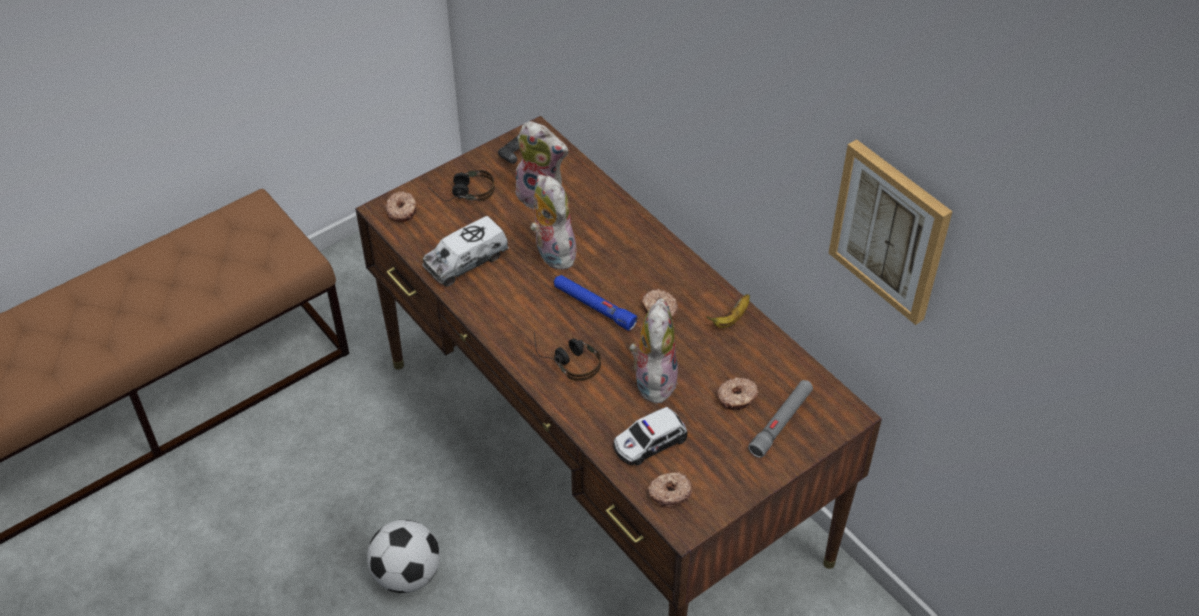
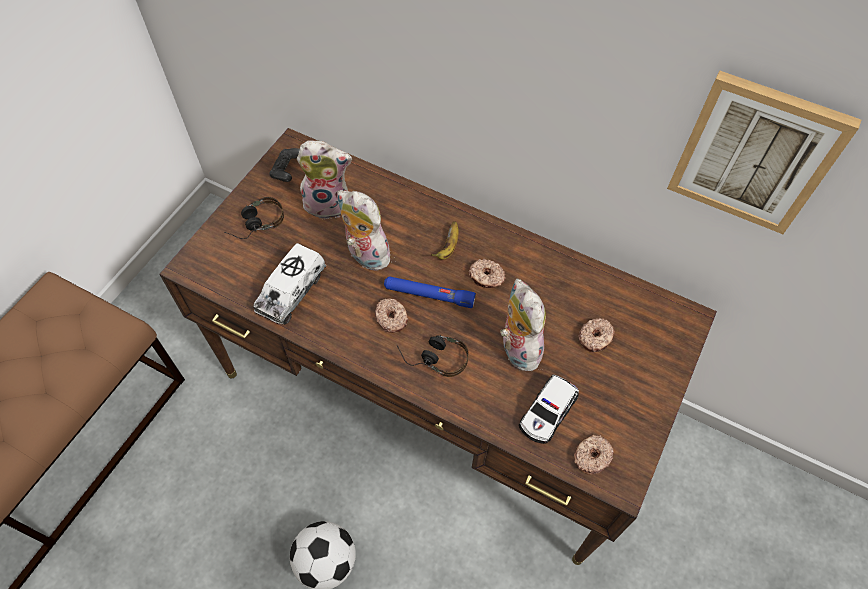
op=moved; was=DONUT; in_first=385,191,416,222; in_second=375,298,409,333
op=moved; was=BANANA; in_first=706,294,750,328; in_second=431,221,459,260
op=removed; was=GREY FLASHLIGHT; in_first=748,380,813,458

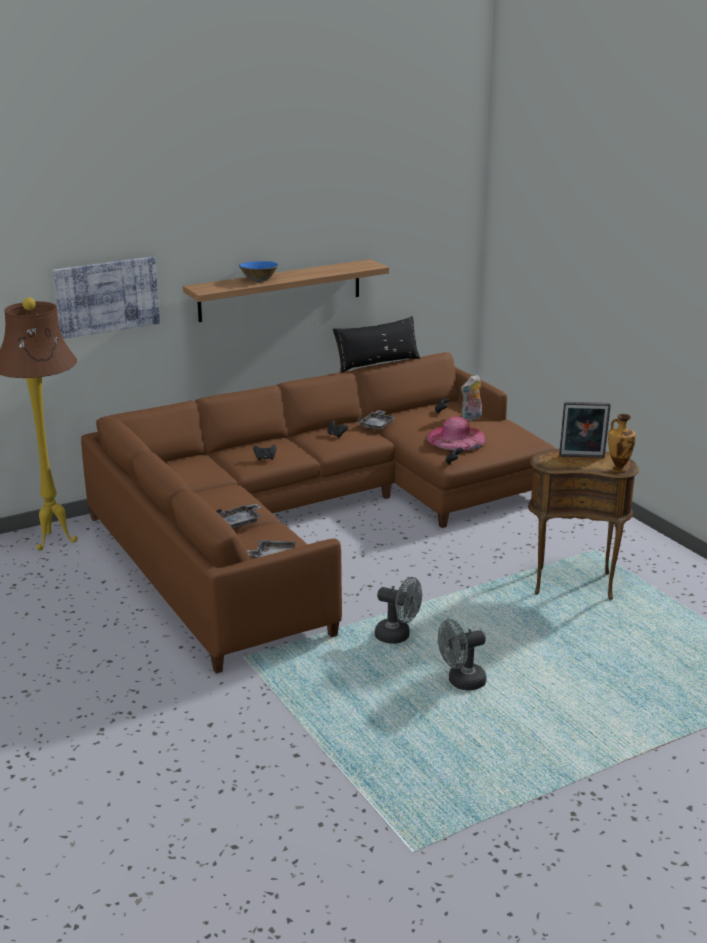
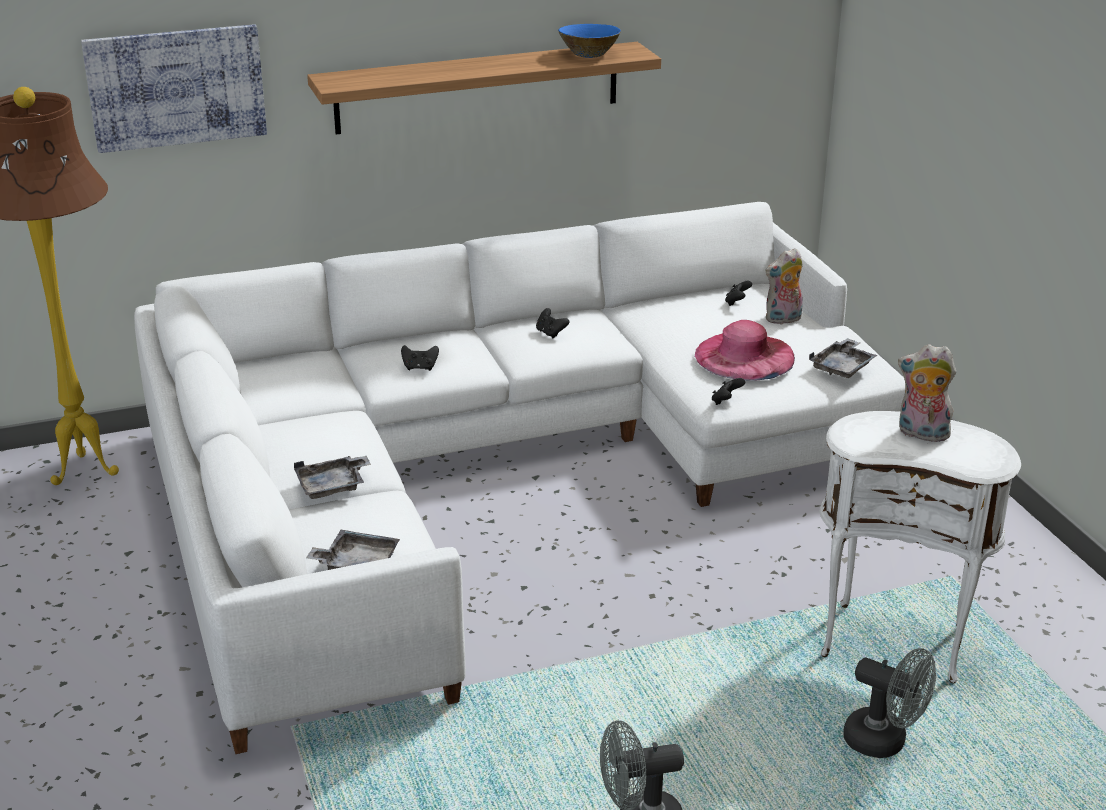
op=recoloured; was=BROWN SOFA; now=WHITE SOFA; in_first=81,352,555,674; in_second=134,202,905,754
op=moved; was=BLUE BOWL; in_first=239,261,278,282; in_second=558,24,621,58
op=removed; was=BLACK PILLOW; in_first=333,316,420,373
op=moved; was=GREY TRAY; in_first=358,410,395,430; in_second=809,338,877,378
op=moved; was=GREY FAN; in_first=375,577,422,644; in_second=843,648,936,758
op=recoloured; was=BROWN SIDE TABLE; now=WHITE SIDE TABLE; in_first=528,449,639,600; in_second=819,411,1021,683
op=replaced; was=PICTURE FRAME; now=PLUSH TOY; in_first=559,402,611,458; in_second=898,344,956,442
op=removed; was=VASE; in_first=608,414,636,472

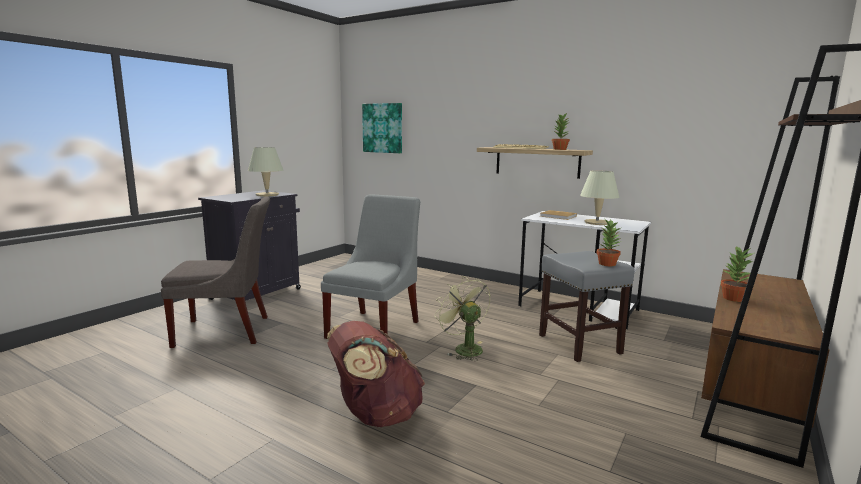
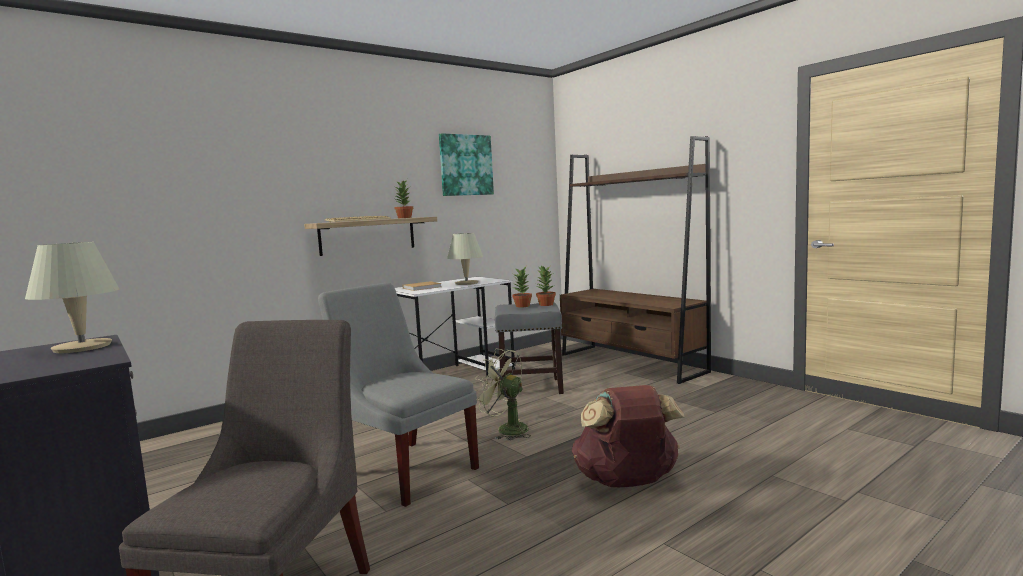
op=moved; was=PICTURE; in_first=362,103,402,153; in_second=439,133,494,196
op=turned; was=GREEN FAN; in_first=434,276,491,361; in_second=475,349,531,440; clockwise=45
op=moved; was=POTTED PLANT; in_first=721,247,754,302; in_second=512,267,532,308

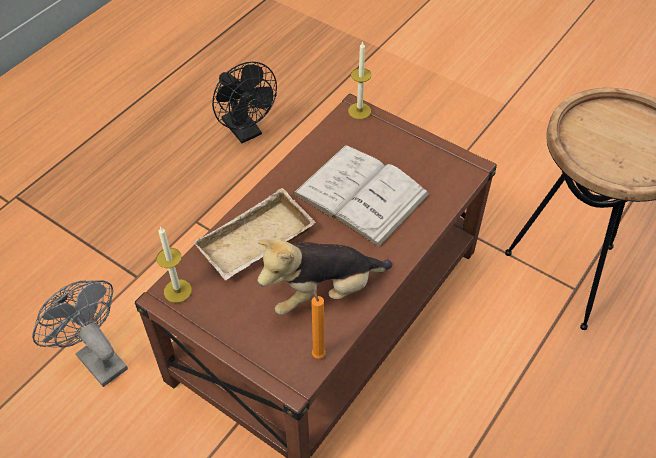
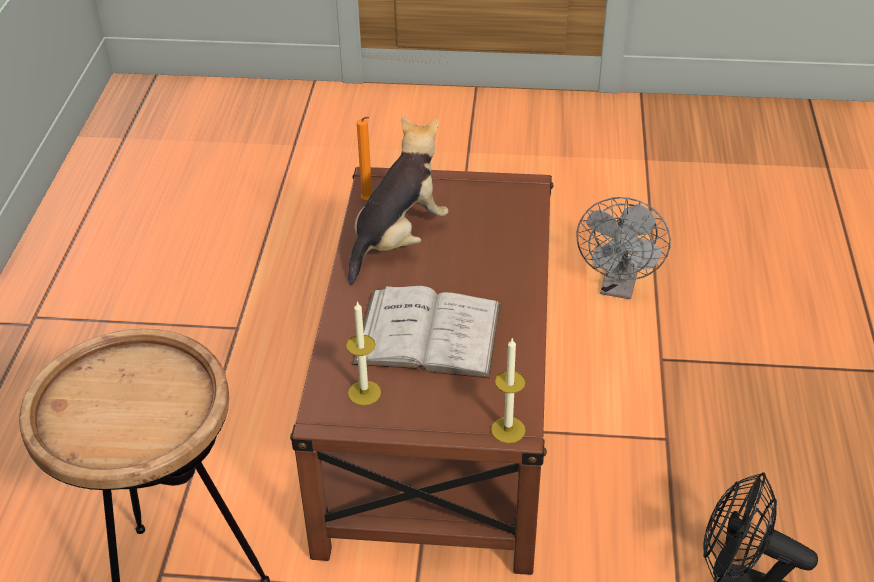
op=turned; was=GREY FAN; in_first=32,280,128,387; in_second=576,197,671,299; clockwise=90
op=moved; was=CANDLE; in_first=156,226,192,303; in_second=346,301,381,405
op=removed; was=BEIGE TRAY; in_first=193,188,316,280

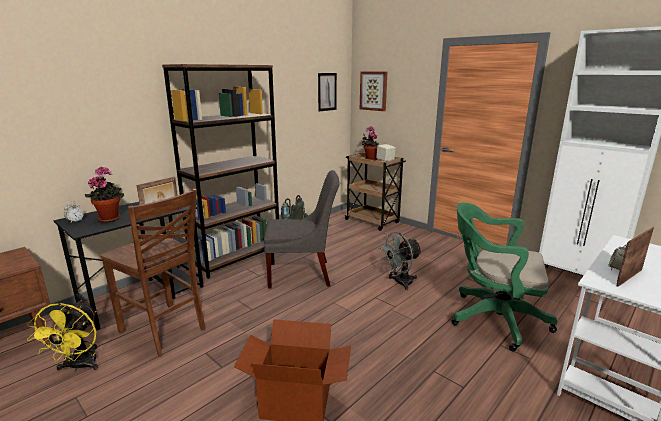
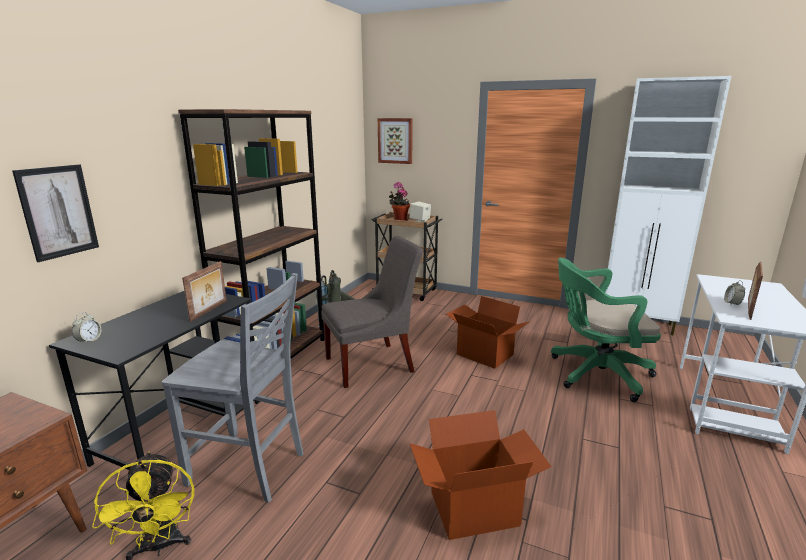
op=removed; was=POTTED PLANT; in_first=85,167,124,222
op=recoloured; was=BROWN CHAIR; now=GREY CHAIR; in_first=100,189,206,357; in_second=162,273,303,503
op=moved; was=PICTURE; in_first=318,73,337,111; in_second=12,164,99,262
op=replaced; was=GREY FAN; now=CARDBOARD BOX; in_first=378,232,422,290; in_second=446,296,529,369

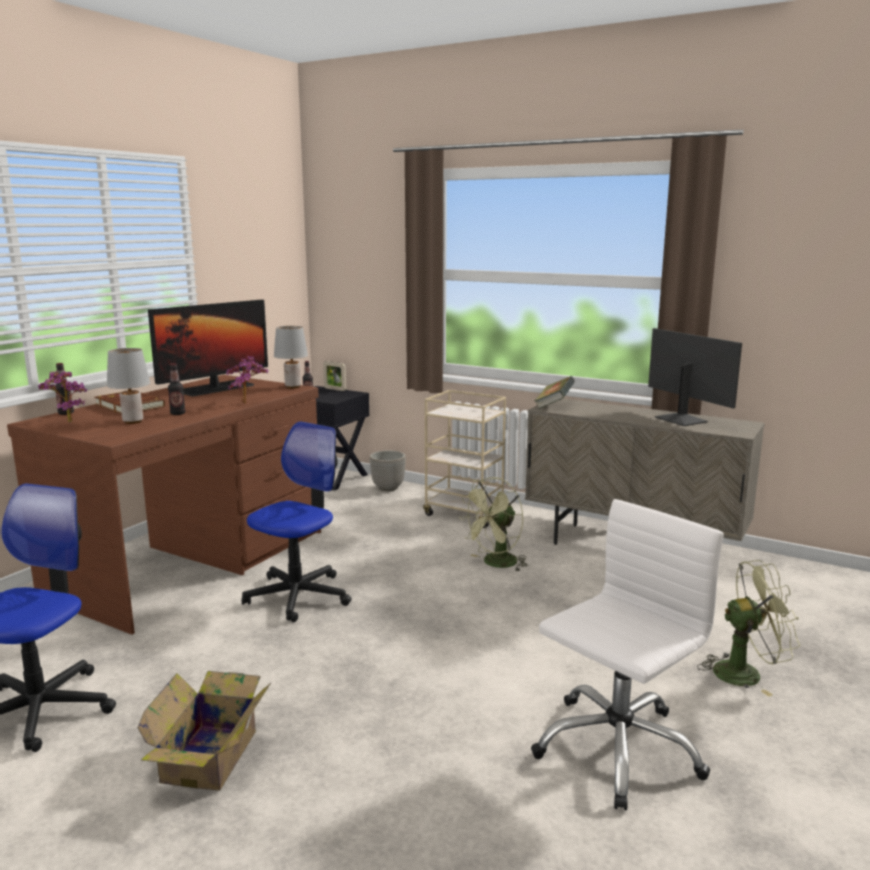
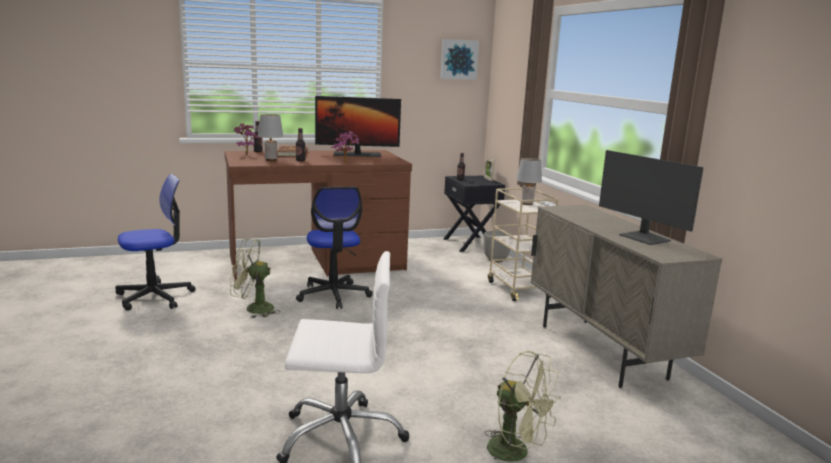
op=removed; was=CARDBOARD BOX; in_first=137,671,272,791
op=turned; was=OFFICE CHAIR; in_first=242,421,351,622; in_second=296,187,373,309; clockwise=90
op=moved; was=GREY TABLE LAMP; in_first=274,326,308,388; in_second=516,158,542,205
op=moved; was=GREEN FAN; in_first=459,477,528,571; in_second=230,239,281,318
op=removed; was=BOOK; in_first=535,376,575,409
op=turned; was=MONITOR; in_first=648,328,742,426; in_second=599,150,704,245; clockwise=135
op=added; now=PICTURE; in_second=440,39,479,80

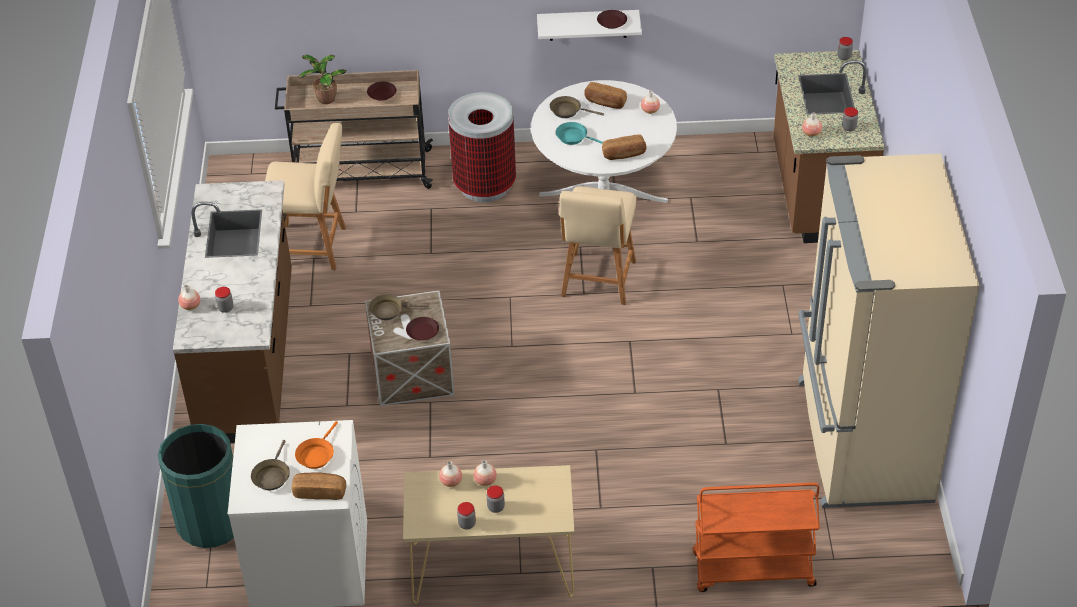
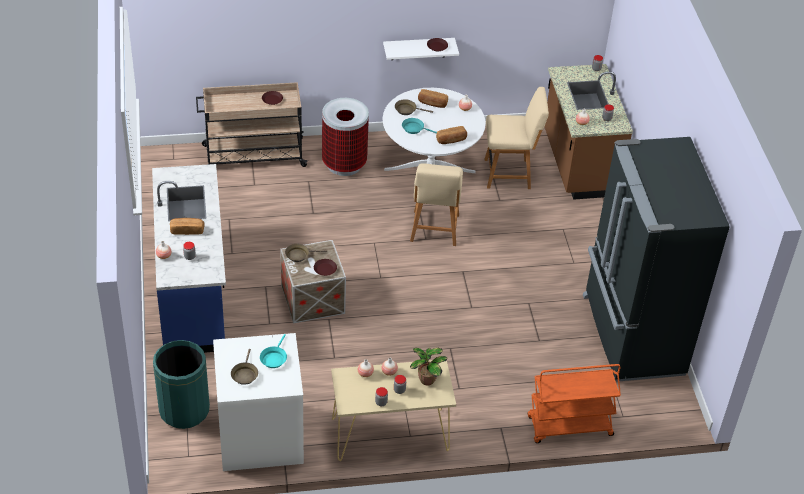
op=recoloured; was=BROWN COUNTER; now=BLUE COUNTER; in_first=173,180,292,443; in_second=152,164,226,353
op=moved; was=BEIGE CHAIR; in_first=265,123,346,270; in_second=484,87,549,189
op=moved; was=BREAD; in_first=292,472,346,500; in_second=170,218,204,235
op=recoloured; was=ORANGE FRYING PAN; now=TURQUOISE FRYING PAN; in_first=295,421,338,469; in_second=260,334,287,368
op=moved; was=POTTED PLANT; in_first=299,55,346,104; in_second=410,348,447,386
op=recoloured; was=BEIGE FRIDGE; now=BLACK FRIDGE; in_first=798,154,980,508; in_second=583,137,730,382

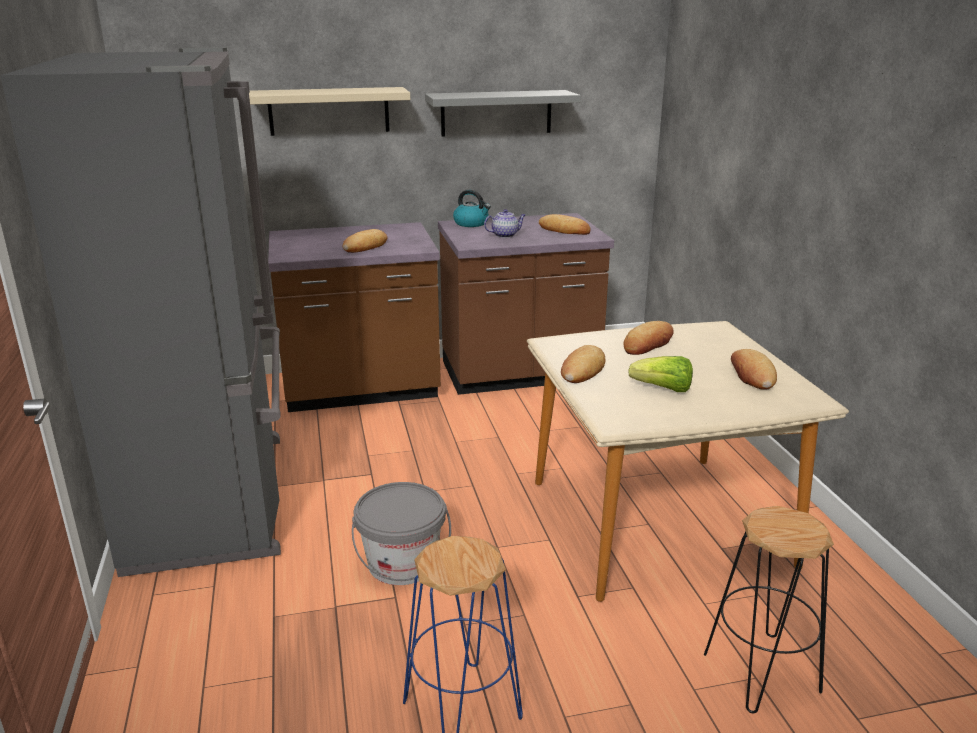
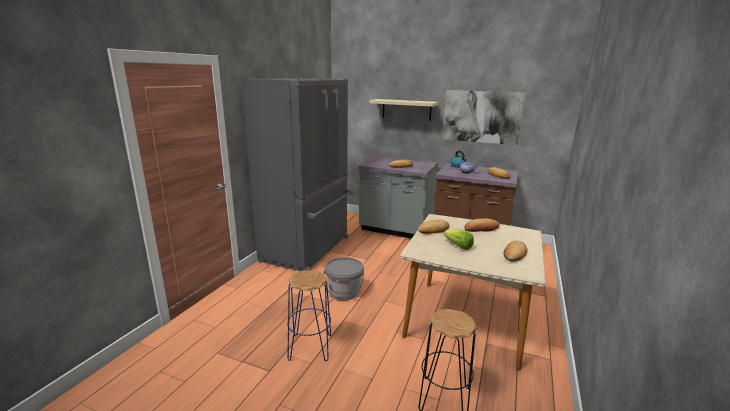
op=recoloured; was=BROWN COUNTER; now=GREY COUNTER; in_first=268,222,441,412; in_second=358,156,438,239
op=replaced; was=GREY SHELF; now=PICTURE; in_first=425,90,581,137; in_second=442,90,526,145

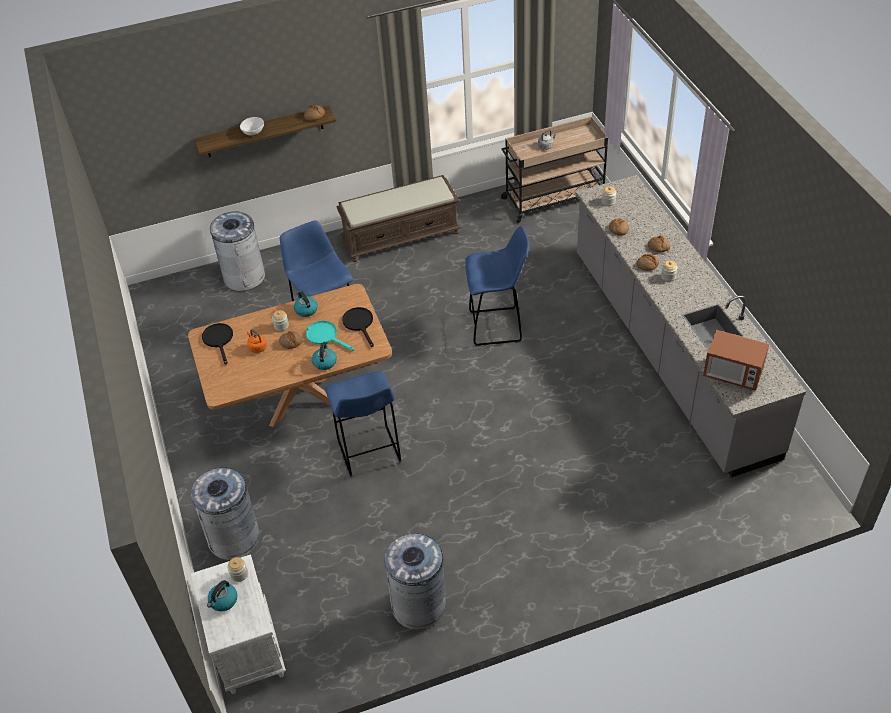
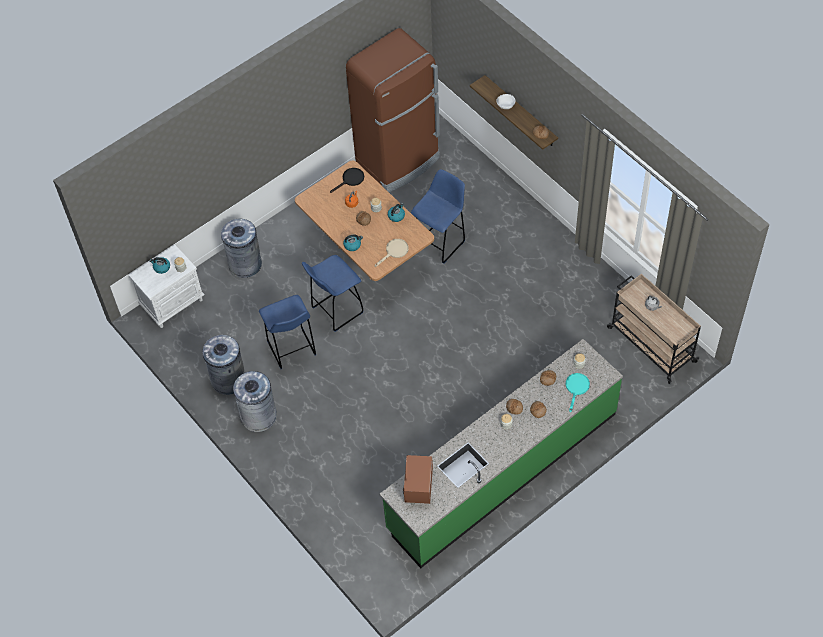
op=moved; was=GREY TRASH CAN; in_first=210,211,265,291; in_second=233,371,276,432
op=moved; was=TURQUOISE FRYING PAN; in_first=306,321,354,351; in_second=566,373,590,412
op=removed; was=BROWN BENCH; in_first=336,175,461,262
op=recoloured; was=BLACK FRYING PAN; now=BEIGE FRYING PAN; in_first=342,307,374,347; in_second=375,239,409,267
op=moved; was=BLUE STOOL; in_first=465,226,529,346; in_second=259,295,316,369
op=recoloured; was=GREY COUNTER; now=GREEN COUNTER; in_first=576,175,806,477; in_second=379,339,623,568
op=added; now=BROWN FRIDGE; in_second=346,28,440,192

